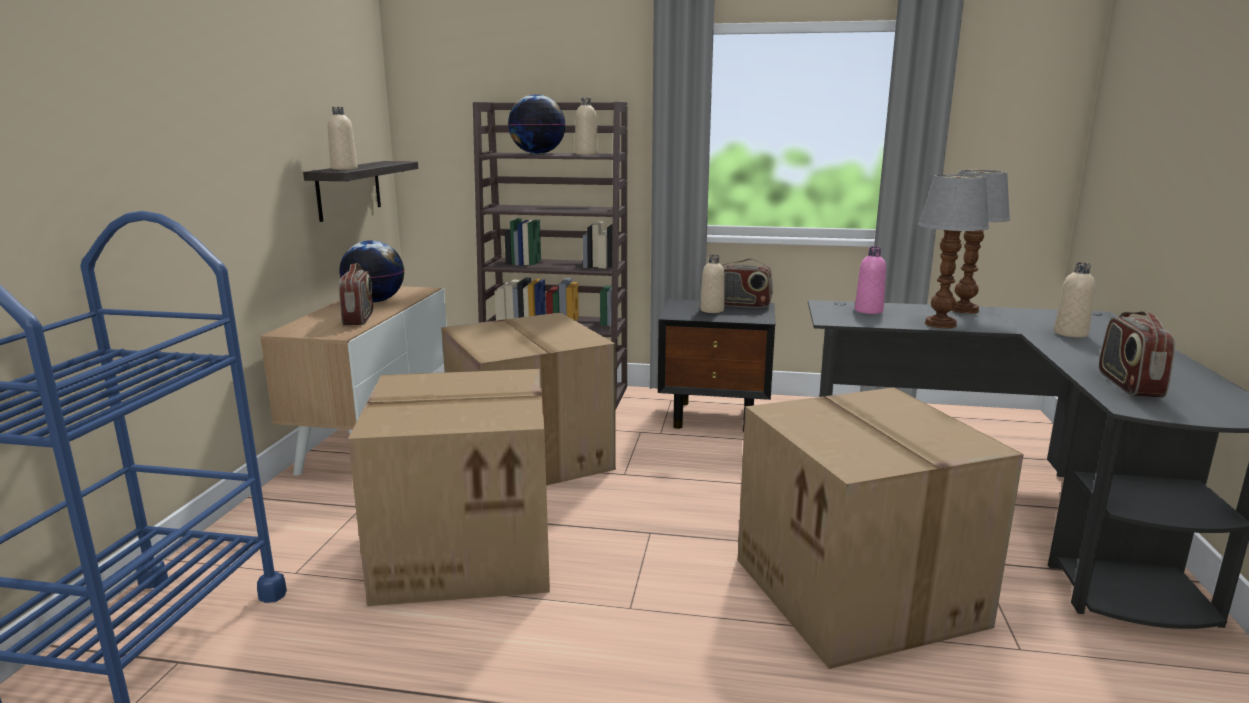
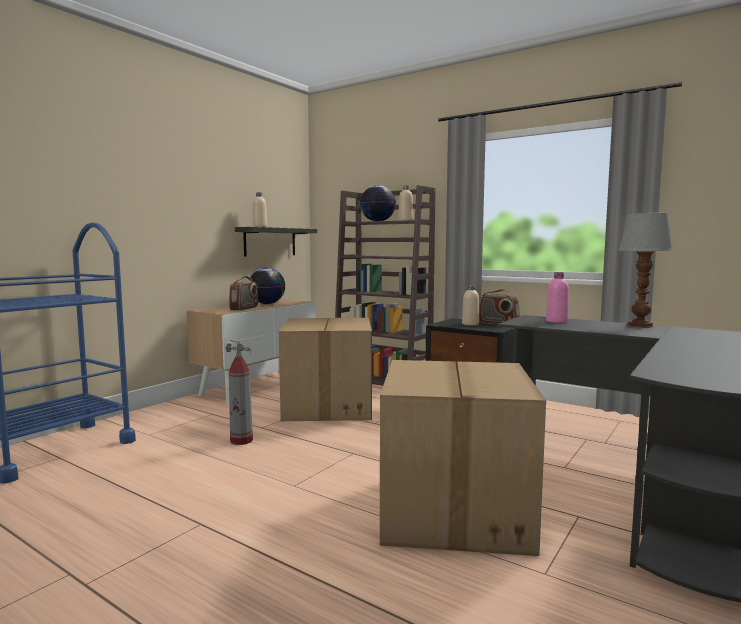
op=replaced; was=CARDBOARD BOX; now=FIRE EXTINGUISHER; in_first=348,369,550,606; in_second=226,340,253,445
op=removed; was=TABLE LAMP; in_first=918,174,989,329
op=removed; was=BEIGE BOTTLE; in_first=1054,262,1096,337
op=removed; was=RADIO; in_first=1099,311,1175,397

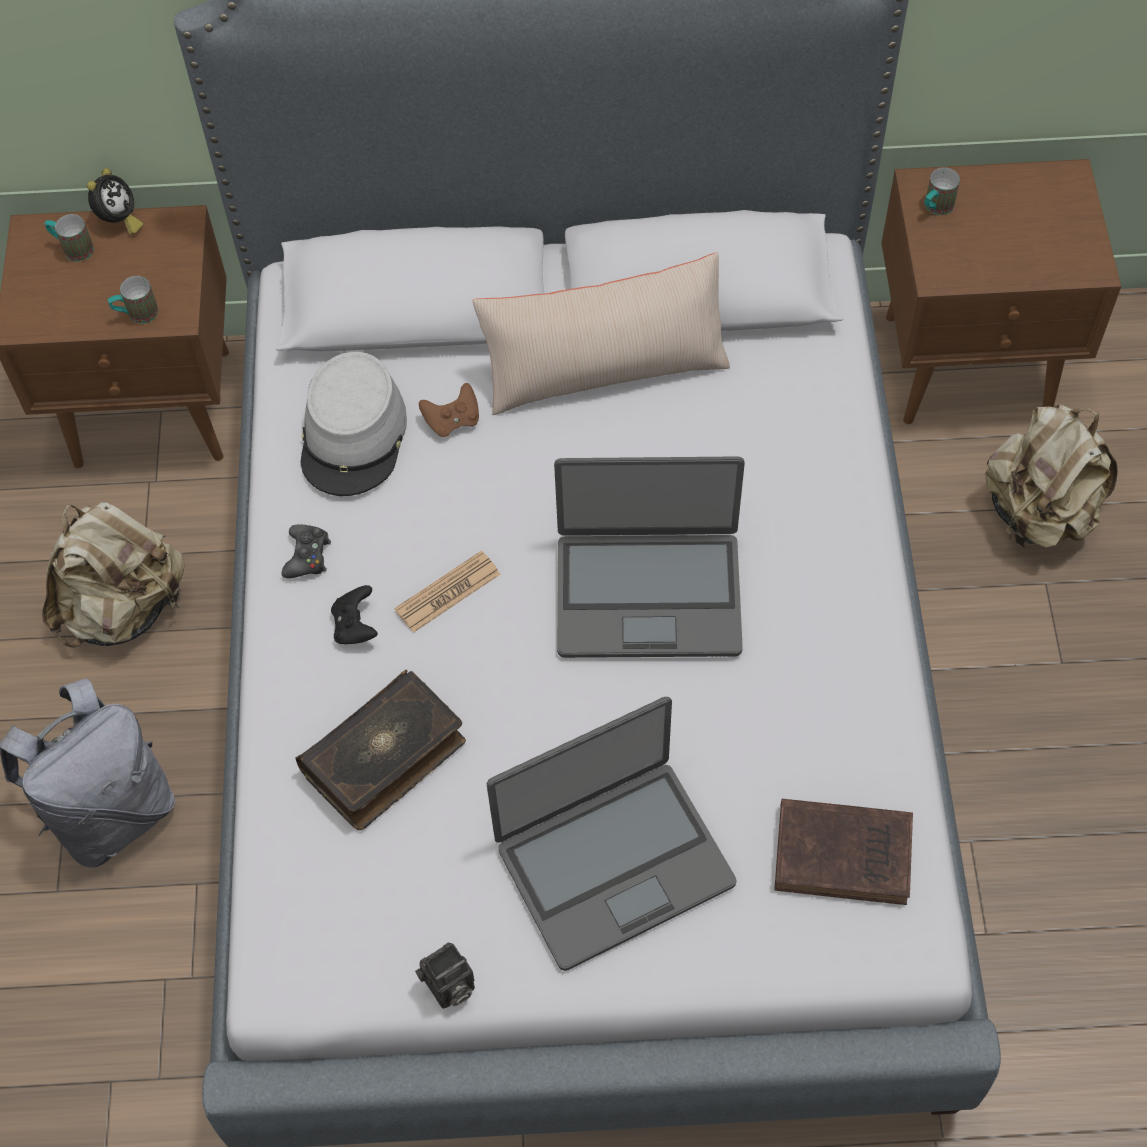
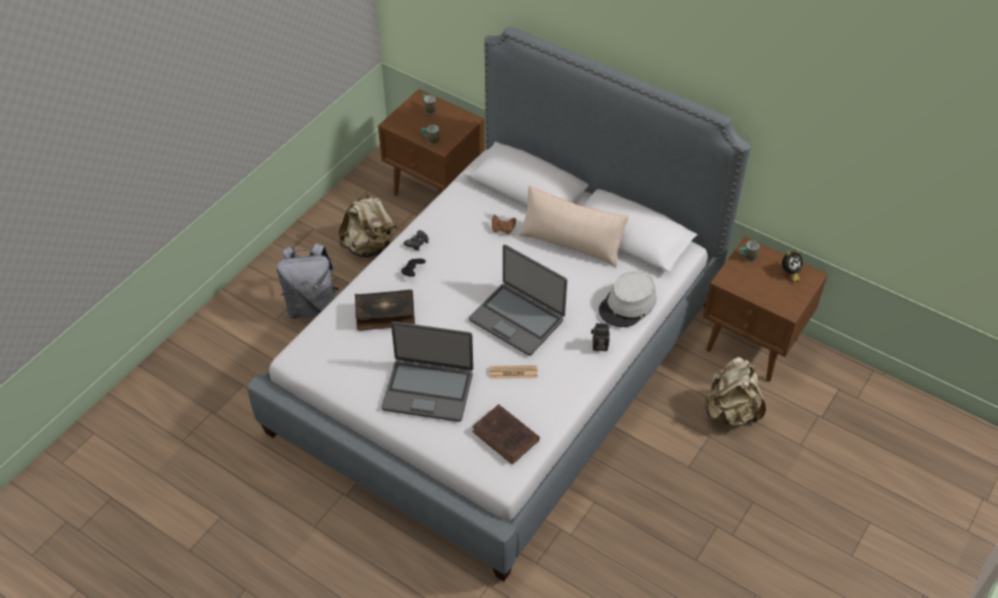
op=moved; was=ALARM CLOCK; in_first=87,168,143,235; in_second=782,249,803,282
op=moved; was=GREY HAT; in_first=301,352,407,496; in_second=599,271,657,327
op=moved; was=NEWSPAPER; in_first=394,551,500,633; in_second=490,365,538,379
op=moved; was=PHOTO CAMERA; in_first=415,943,475,1009; in_second=591,323,610,351

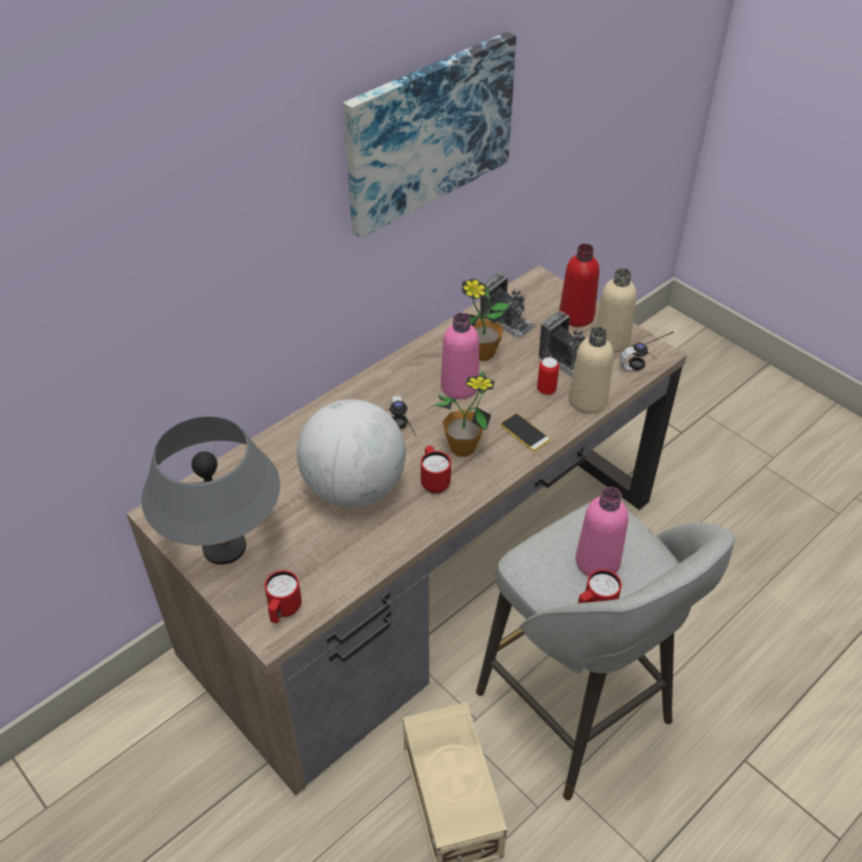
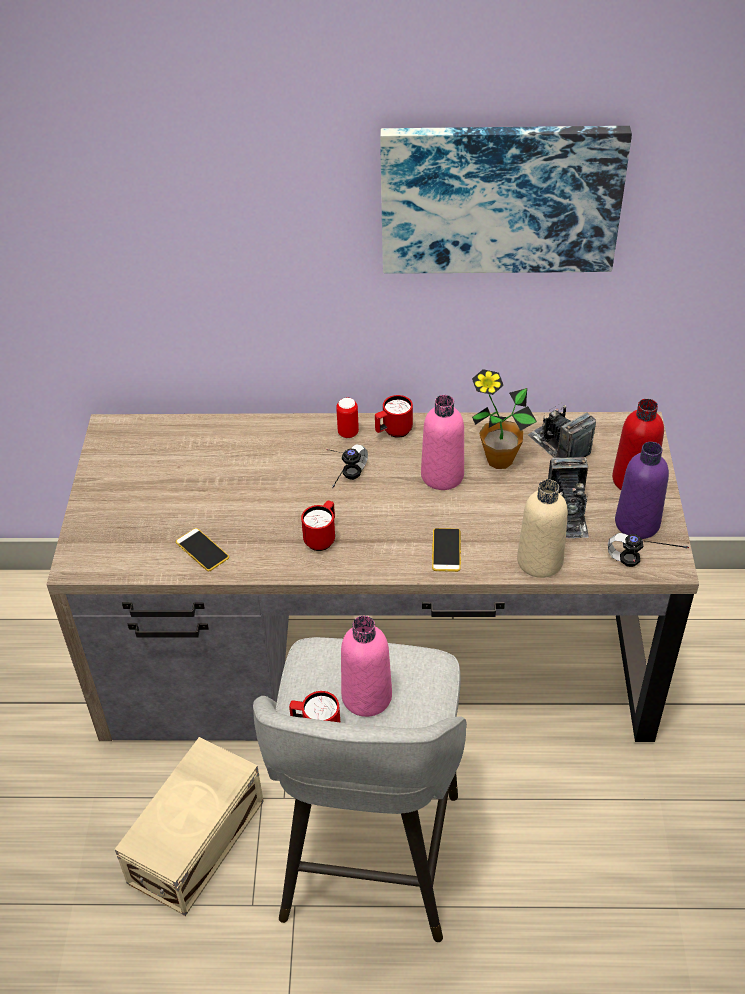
op=removed; was=GREY TABLE LAMP; in_first=141,417,280,565
op=moved; was=RED MUG; in_first=265,570,302,623; in_second=375,395,413,438
op=removed; was=GLOBE; in_first=297,399,406,508
op=removed; was=POTTED PLANT; in_first=434,371,495,457
op=turned; was=PHOTO CAMERA; in_first=480,273,536,339; in_second=528,402,596,458; clockwise=150
op=moved; was=CAN; in_first=537,357,559,395; in_second=336,398,359,438
op=recoloured; was=BEIGE BOTTLE; now=PURPLE BOTTLE; in_first=595,268,637,352; in_second=615,442,669,539
op=added; now=PHONE; in_second=176,528,229,571

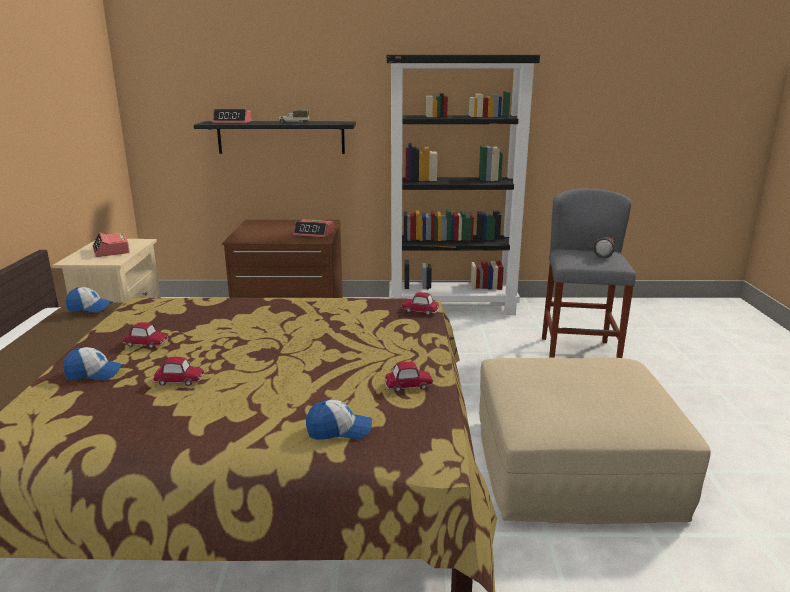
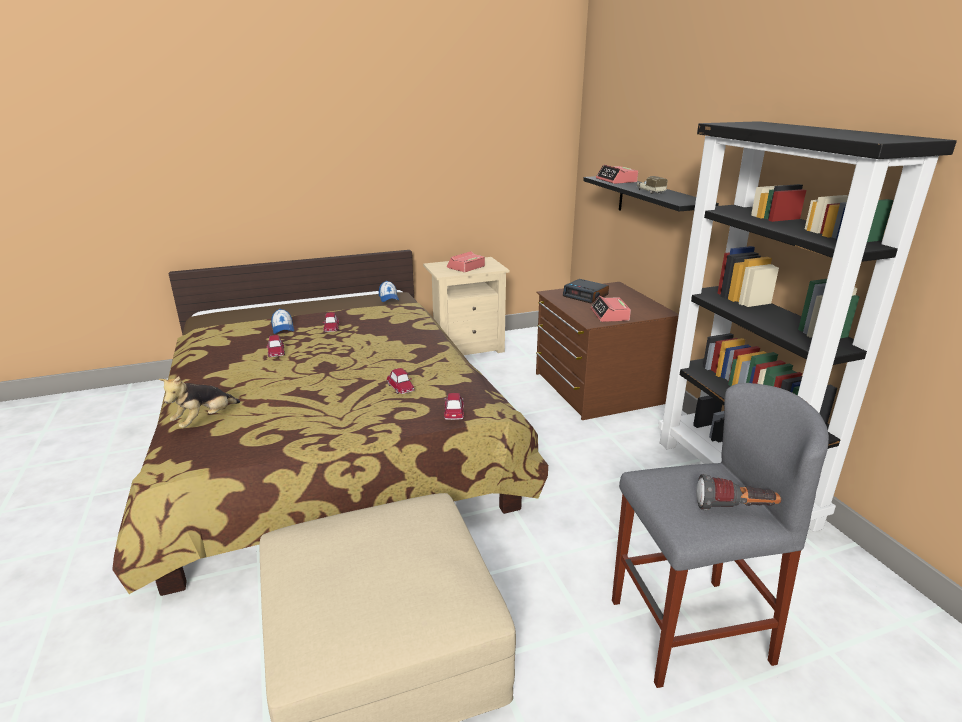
op=replaced; was=CAP; now=PLUSH TOY; in_first=306,400,372,440; in_second=158,377,240,428
op=moved; was=TOY CAR; in_first=385,362,433,392; in_second=387,368,415,394
op=added; now=ALARM CLOCK; in_second=563,279,609,303

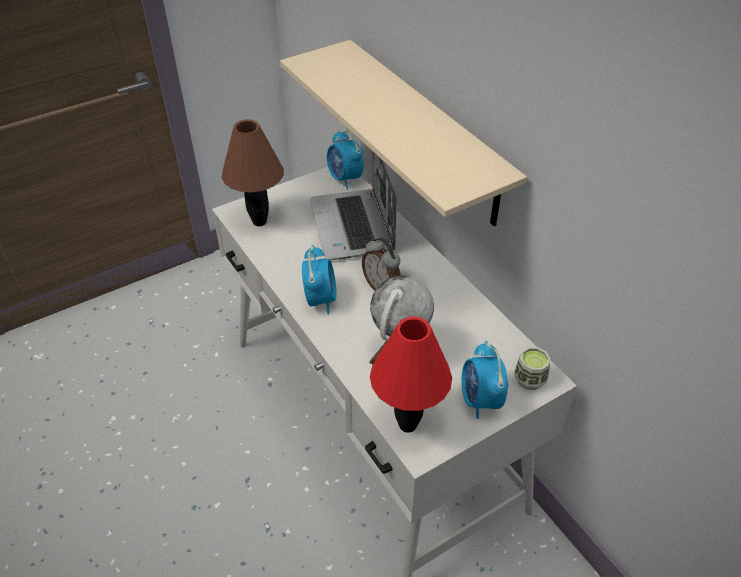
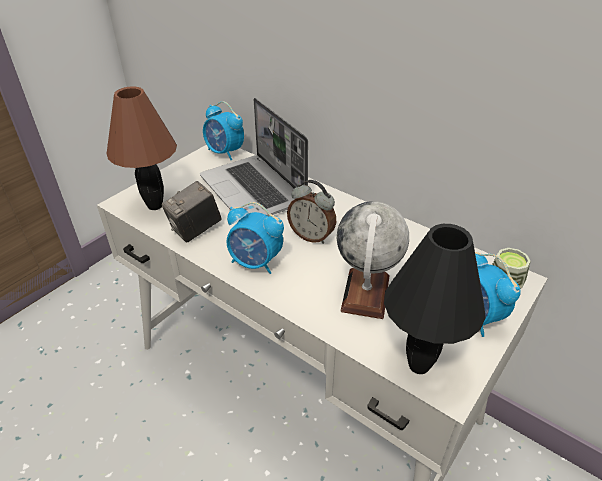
op=removed; was=BEIGE SHELF; in_first=280,40,527,226
op=turned; was=ALARM CLOCK; in_first=302,245,337,314; in_second=226,202,284,274; clockwise=135
op=recoloured; was=RED TABLE LAMP; now=BLACK TABLE LAMP; in_first=370,316,452,433; in_second=384,224,486,374
op=added; now=PHOTO CAMERA; in_second=161,181,222,243

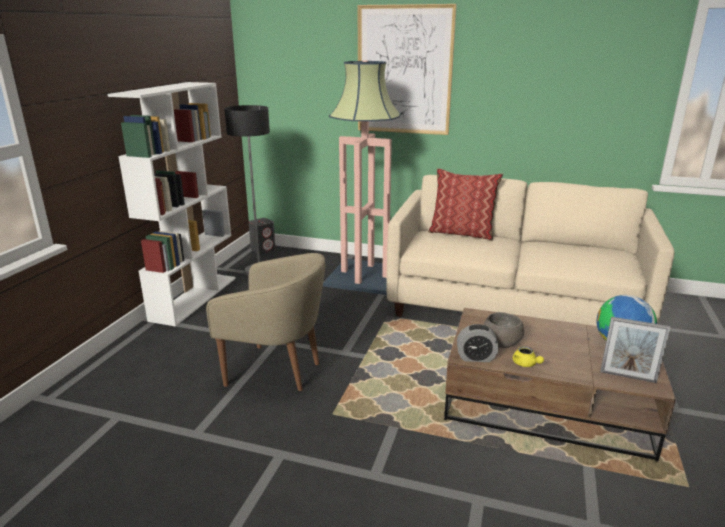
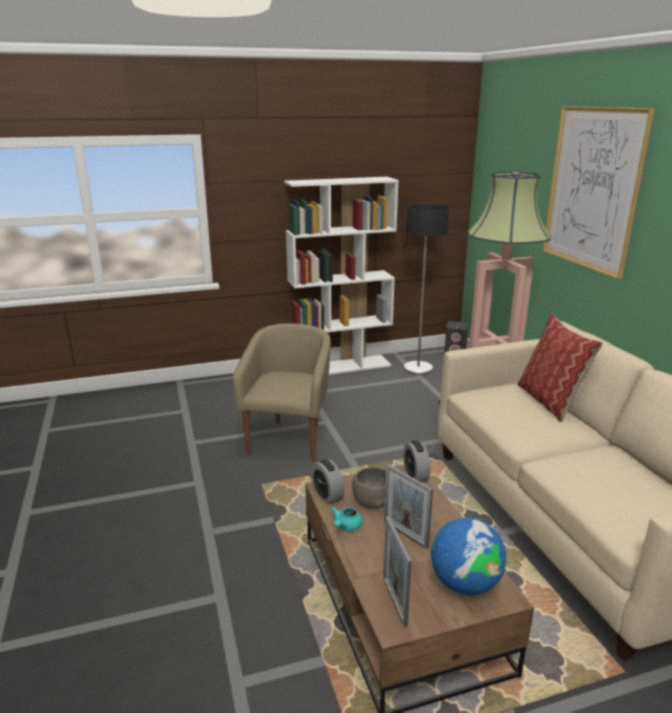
op=turned; was=BEIGE ARMCHAIR; in_first=206,253,325,391; in_second=233,323,331,462; clockwise=-150
op=recoloured; was=YELLOW TEAPOT; now=TURQUOISE TEAPOT; in_first=513,346,544,367; in_second=331,506,363,531
op=added; now=PICTURE FRAME; in_second=384,464,433,549
op=added; now=ALARM CLOCK; in_second=403,441,431,482

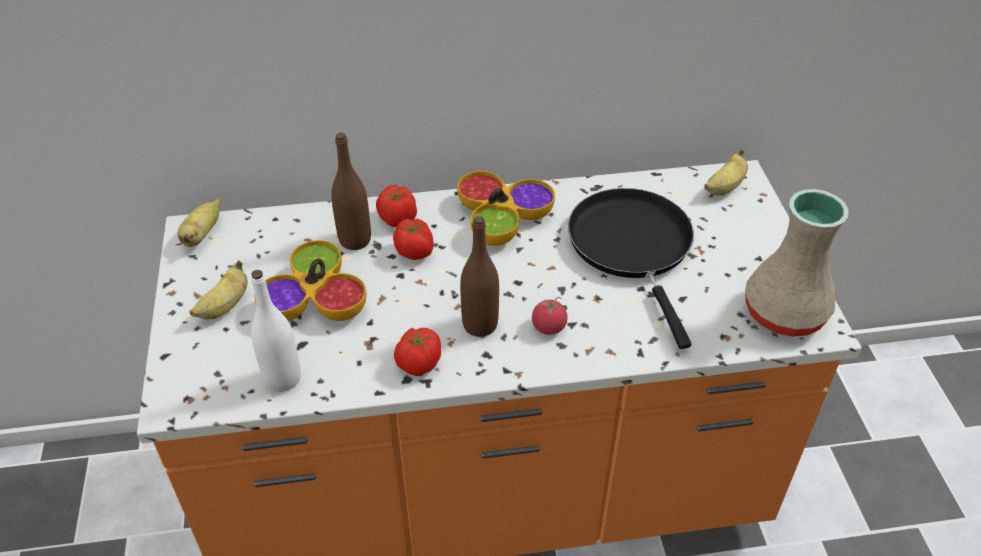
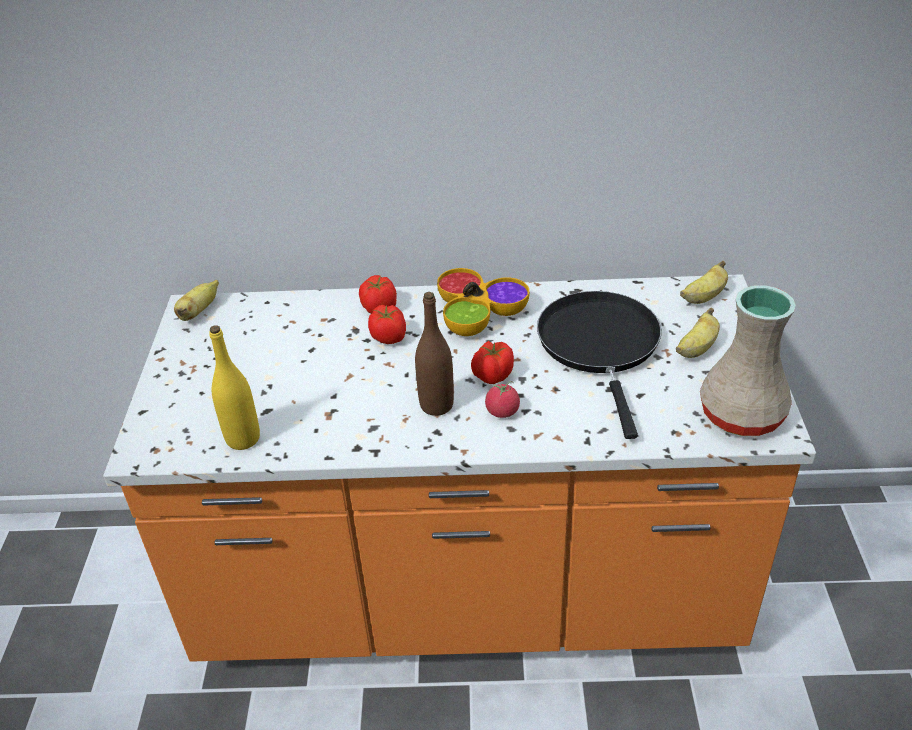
op=moved; was=BANANA; in_first=189,260,248,319; in_second=676,308,720,358
op=recoloured; was=WHITE BOTTLE; now=YELLOW BOTTLE; in_first=251,270,301,392; in_second=209,325,260,450
op=removed; was=BOWL; in_first=254,240,366,321
op=removed; was=BROWN BOTTLE; in_first=331,132,371,250
op=moved; was=TOMATO; in_first=394,328,441,376; in_second=471,341,514,384

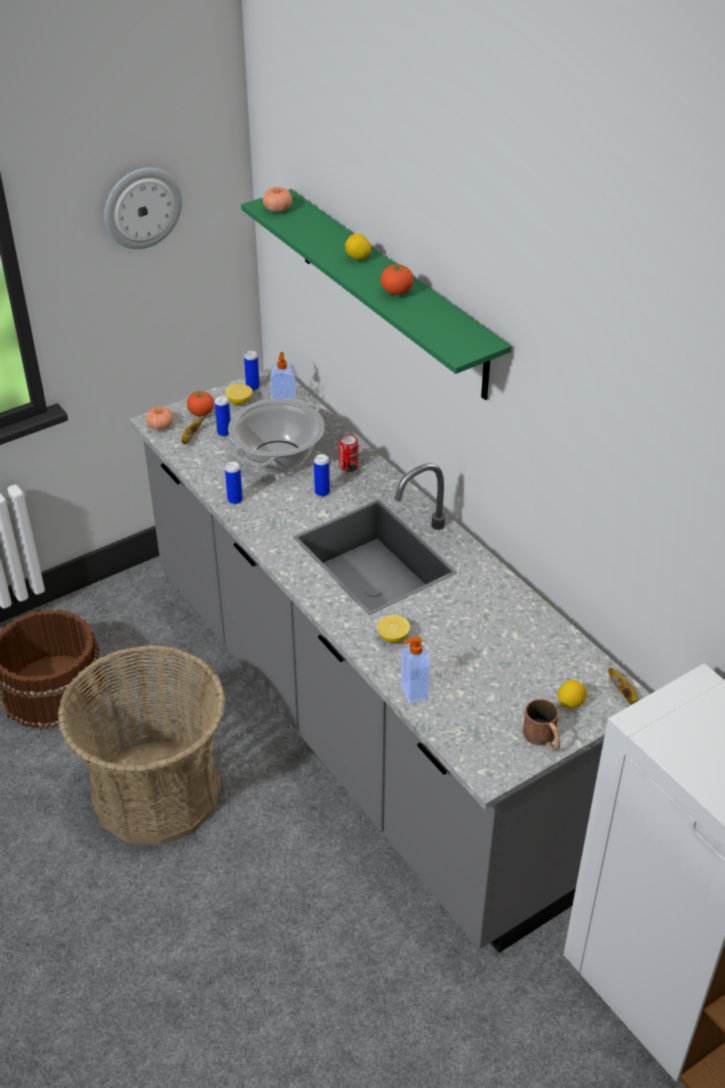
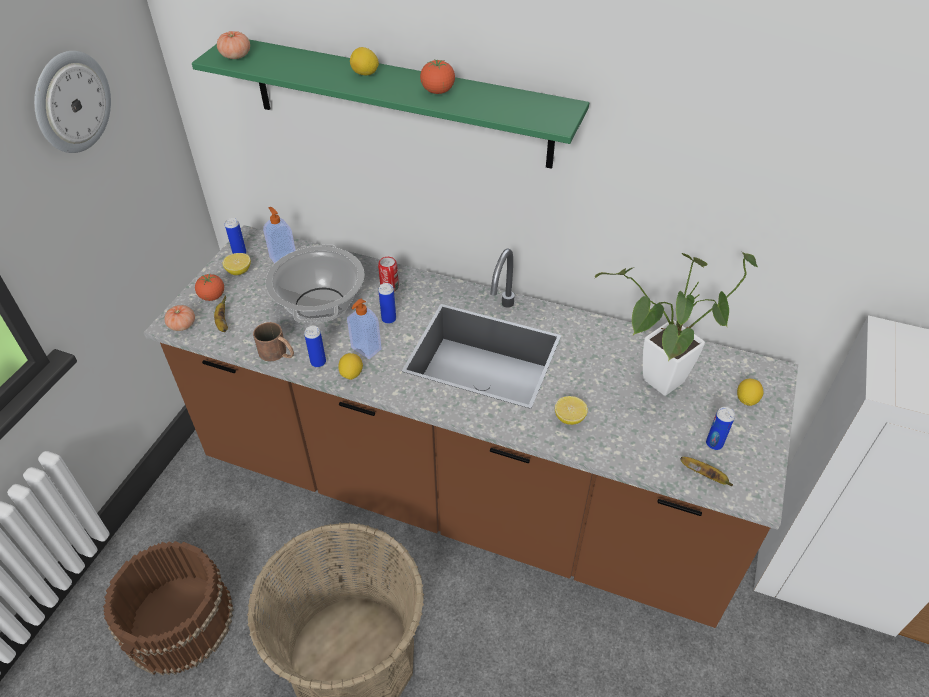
op=recoloured; was=GREY COUNTER; now=BROWN COUNTER; in_first=129,365,650,953; in_second=143,225,798,628
op=moved; was=CAN; in_first=214,396,230,437; in_second=706,407,735,450
op=moved; was=SOAP DISPENSER; in_first=400,636,430,704; in_second=347,299,382,359
op=moved; was=BROWN MUG; in_first=523,699,560,751; in_second=253,322,294,362
op=moved; was=BANANA; in_first=608,668,638,705; in_second=680,457,733,486
op=added; now=LEMON; in_second=338,353,363,380
op=added; now=POTTED PLANT; in_second=595,251,758,396

